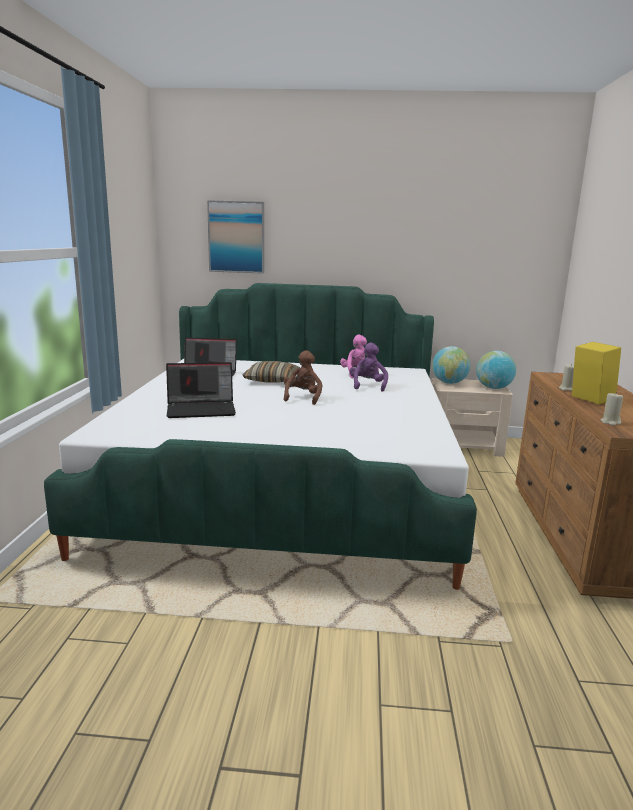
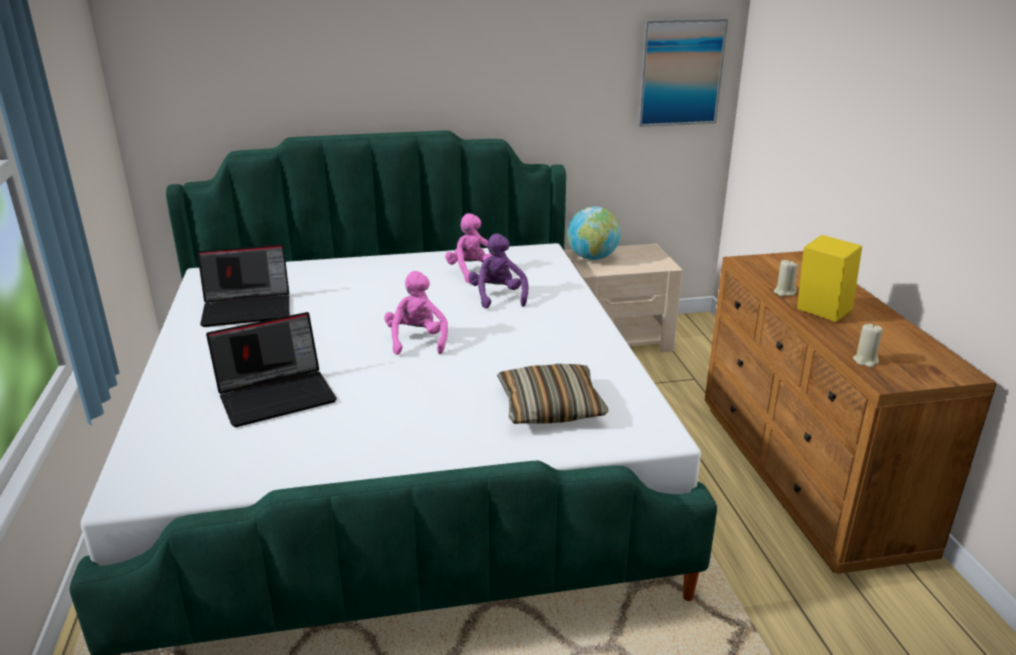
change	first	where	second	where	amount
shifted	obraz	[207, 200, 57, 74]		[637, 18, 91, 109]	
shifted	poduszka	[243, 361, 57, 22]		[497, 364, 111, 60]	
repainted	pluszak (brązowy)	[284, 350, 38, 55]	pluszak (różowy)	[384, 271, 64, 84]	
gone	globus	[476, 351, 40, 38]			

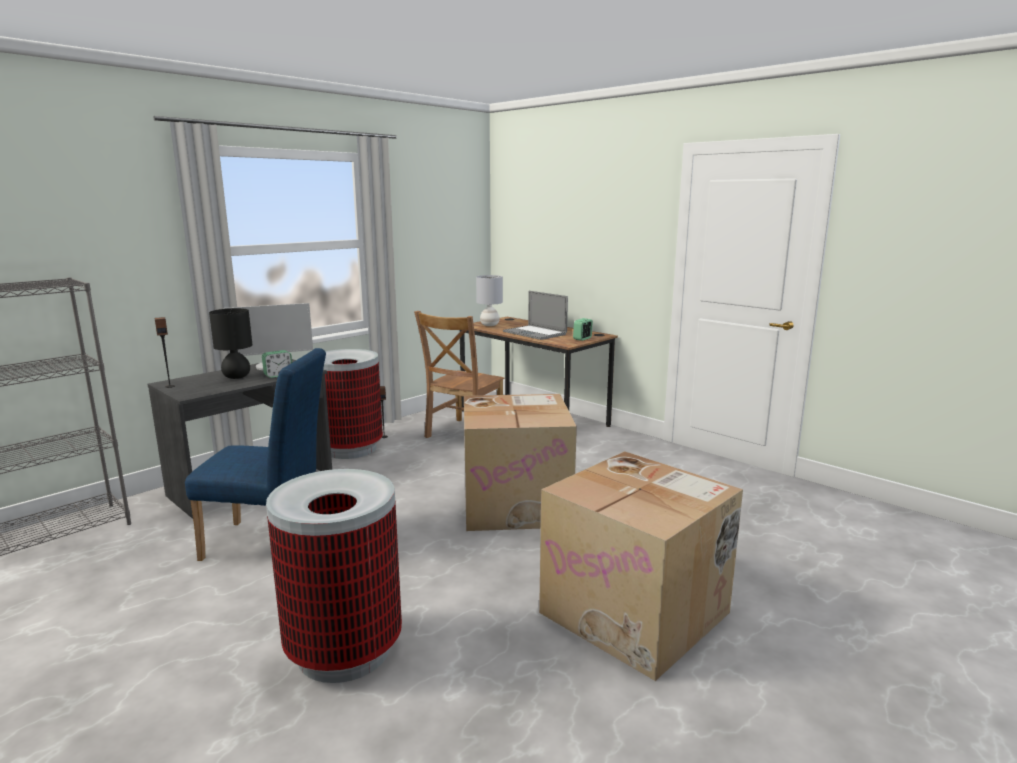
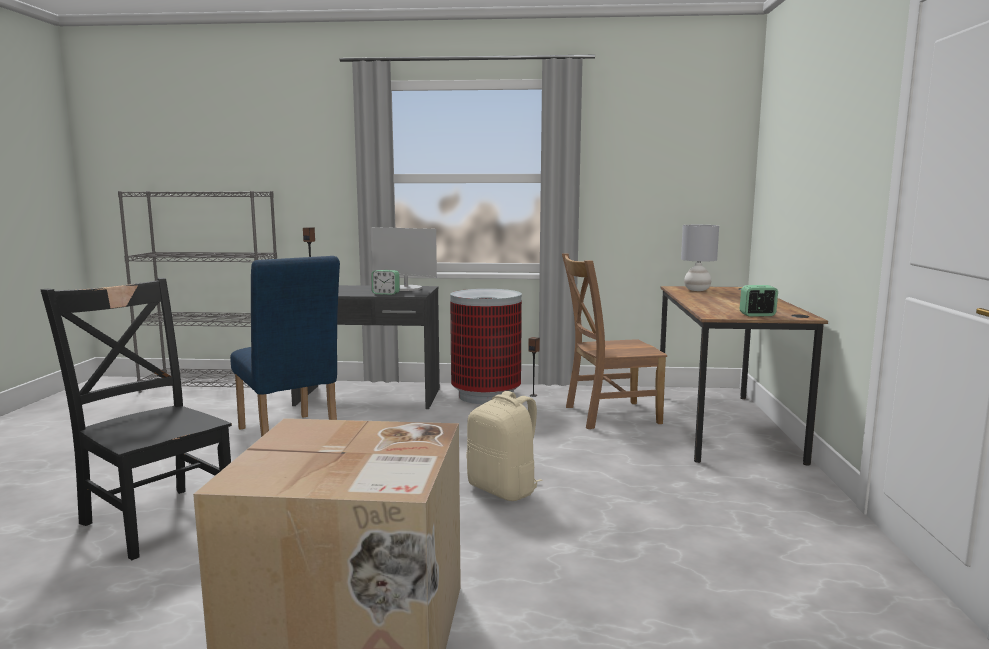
change	first	where	second	where	amount
gone	lampa stołowa (czarny)	[209, 308, 43, 71]			
swapped	kosz na śmieci	[266, 469, 136, 214]	krzesło (czarny)	[41, 278, 191, 282]	
swapped	karton	[464, 394, 113, 137]	plecak (beżowy)	[466, 391, 77, 110]	
gone	laptop	[503, 291, 65, 49]			

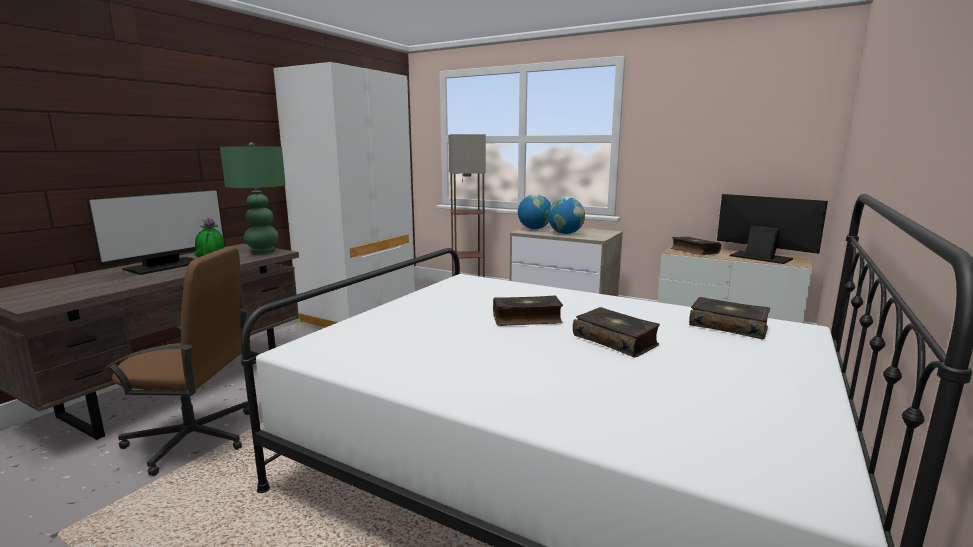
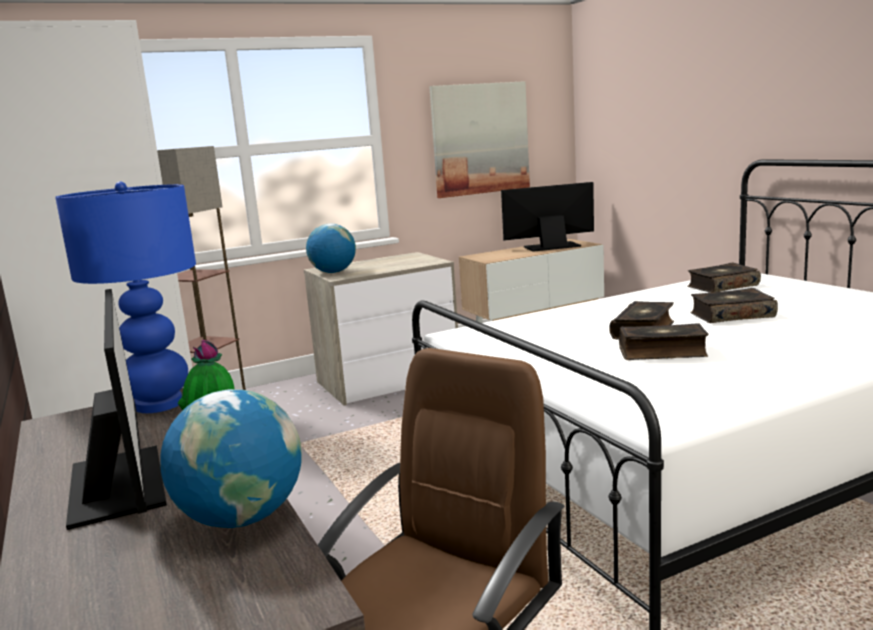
change	first	where	second	where	amount
repainted	lampa stołowa (zielony)	[220, 142, 66, 112]	lampa stołowa (niebieski)	[55, 181, 141, 232]	
shifted	globus	[548, 197, 37, 37]		[160, 389, 142, 139]	
shifted	książka	[671, 237, 50, 18]		[619, 323, 89, 37]	
new			obraz	[429, 81, 101, 117]	

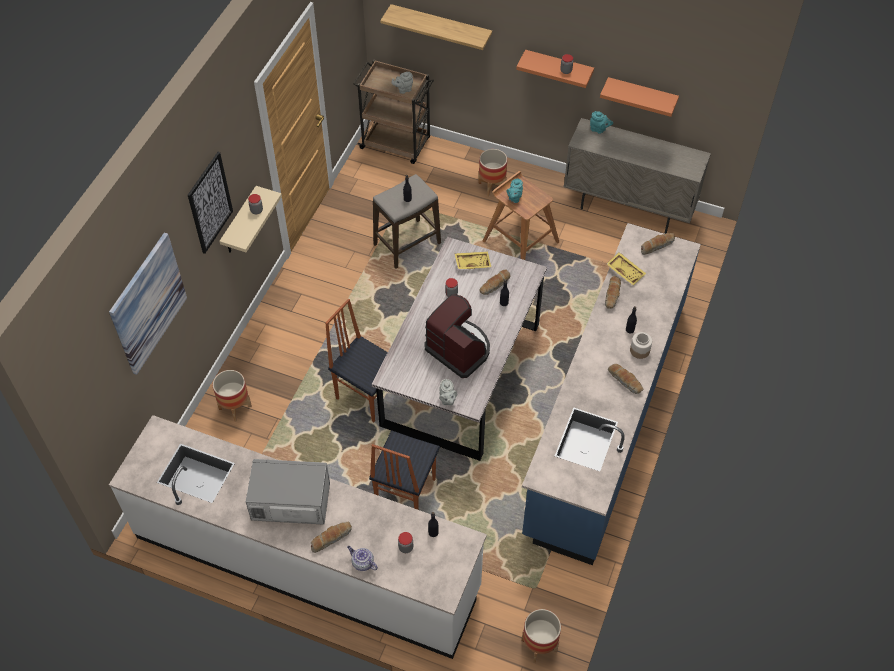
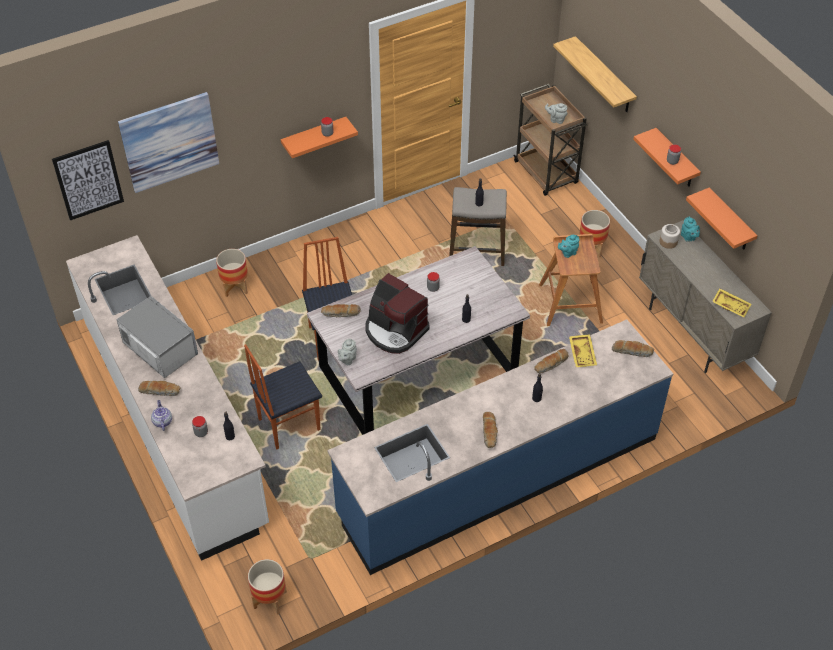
change	first	where	second	where	amount
shifted	obraz	[188, 152, 45, 102]		[52, 140, 72, 80]	
repainted	półka (beżowy)	[219, 186, 63, 66]	półka (pomarańczowy)	[281, 117, 77, 41]	
rotated	ekspres do kawy	[424, 294, 66, 84]		[366, 273, 64, 81]	135 degrees clockwise
shifted	taca (żółty)	[454, 252, 38, 17]		[712, 288, 39, 30]	
shifted	chleb	[480, 269, 30, 26]		[321, 304, 40, 13]	
shifted	słoik	[630, 332, 22, 27]		[660, 224, 20, 25]	

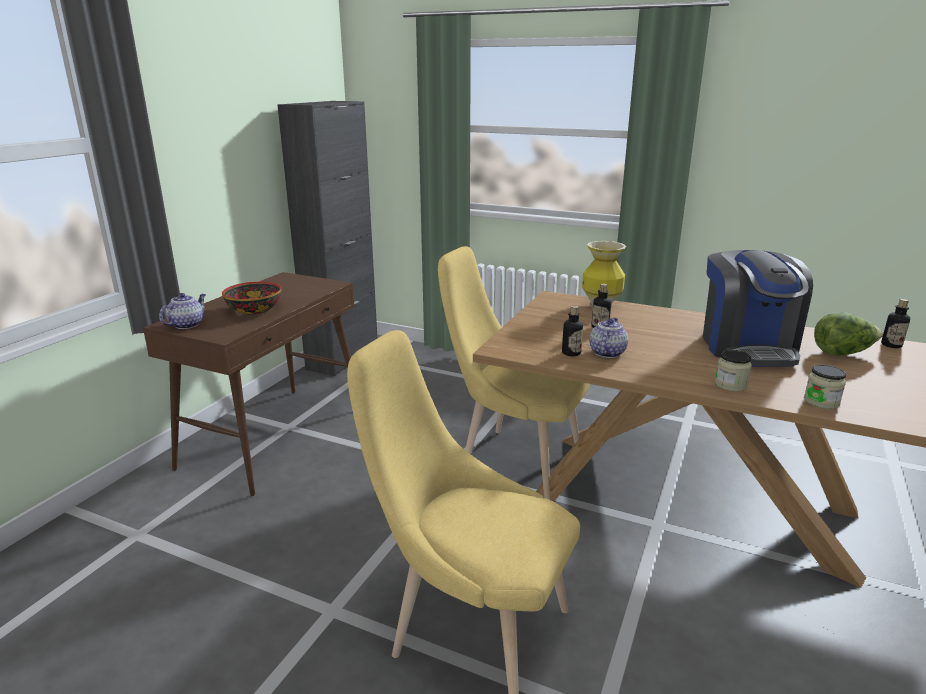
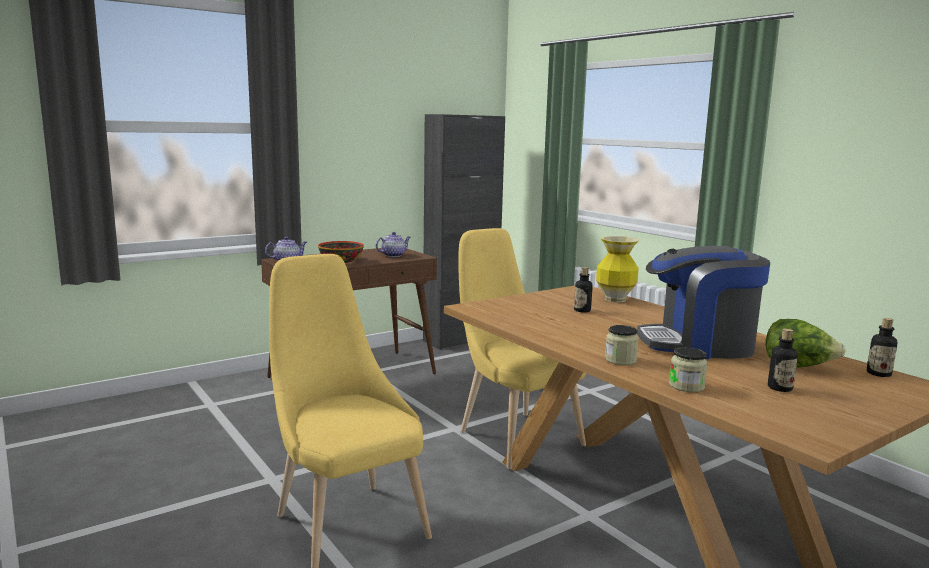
change	first	where	second	where	amount
shifted	butelka	[562, 305, 21, 51]		[768, 329, 30, 63]	
shifted	imbryk	[589, 318, 39, 40]		[376, 232, 34, 25]	
rotated	ekspres do kawy	[703, 250, 110, 117]		[637, 246, 133, 113]	60 degrees clockwise

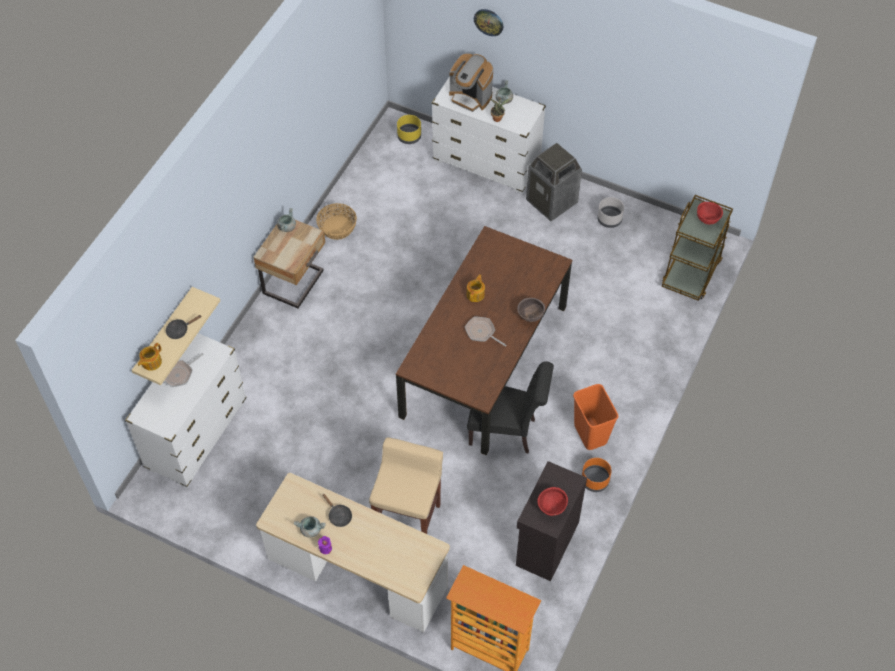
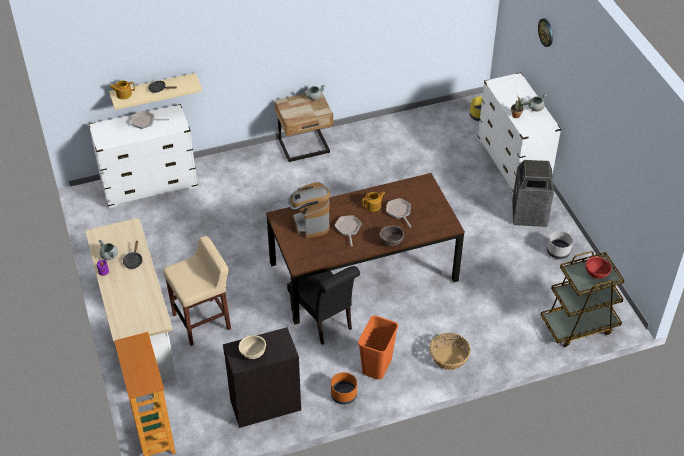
change	first	where	second	where	amount
shifted	koszyk	[316, 203, 41, 37]		[430, 333, 41, 37]	
shifted	ekspres do kawy	[449, 53, 44, 59]		[288, 182, 42, 56]	
repainted	miska (czerwony)	[537, 487, 31, 29]	miska (beżowy)	[239, 335, 27, 24]	
new			patelnia	[386, 198, 25, 30]	

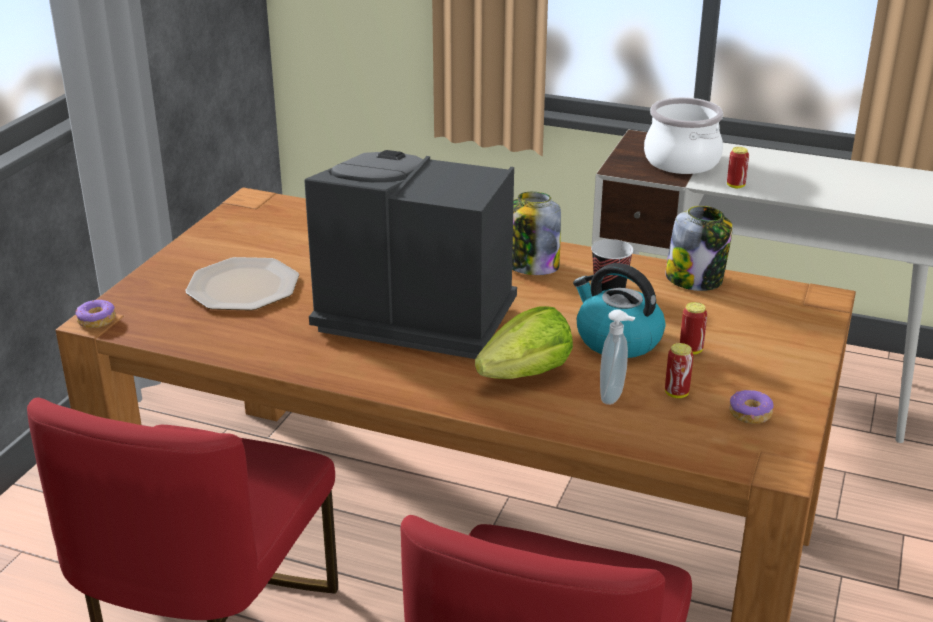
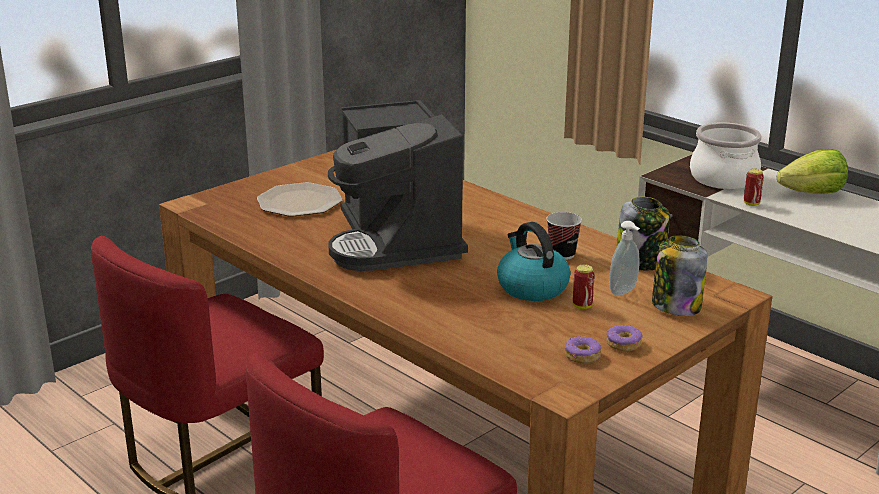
change	first	where	second	where	amount
shifted	donut	[75, 300, 41, 28]		[607, 325, 36, 26]	
rotated	ekspres do kawy	[304, 150, 213, 209]		[328, 100, 140, 171]	150 degrees counterclockwise
shifted	sałata	[475, 306, 98, 73]		[777, 149, 71, 45]	
shifted	słoik	[512, 192, 49, 83]		[652, 235, 55, 81]	
shifted	dozownik mydła	[600, 309, 36, 96]		[609, 221, 31, 75]	
gone	puszka	[665, 343, 28, 55]			

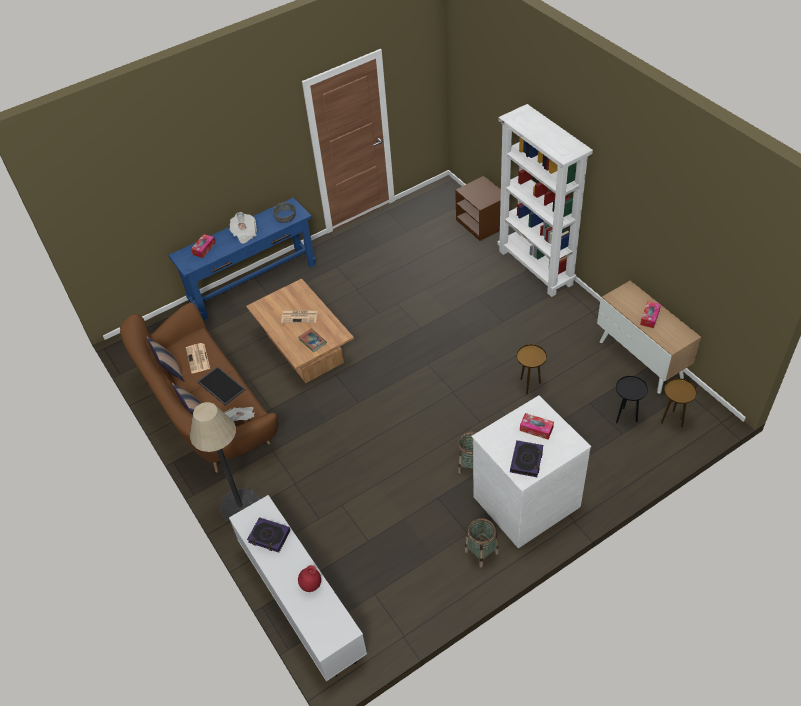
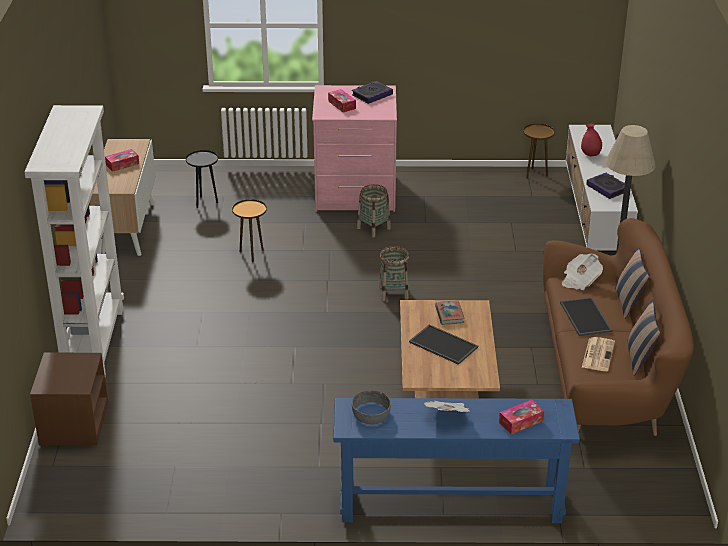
change	first	where	second	where	amount
swapped	gazeta	[281, 310, 37, 13]	taca	[409, 324, 69, 41]	
shifted	koszyk	[465, 518, 34, 49]		[379, 246, 30, 55]	
repainted	komoda (biały)	[472, 395, 119, 153]	komoda (różowy)	[312, 85, 85, 127]	
shifted	stolik (brązowy)	[661, 378, 36, 49]		[523, 123, 32, 56]	

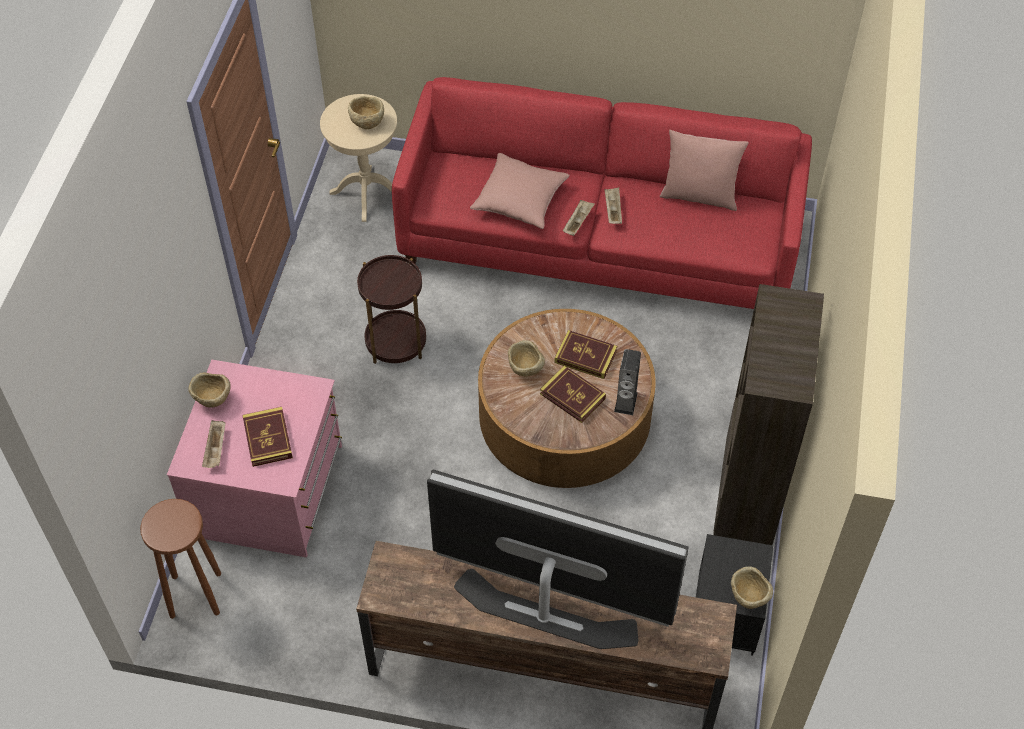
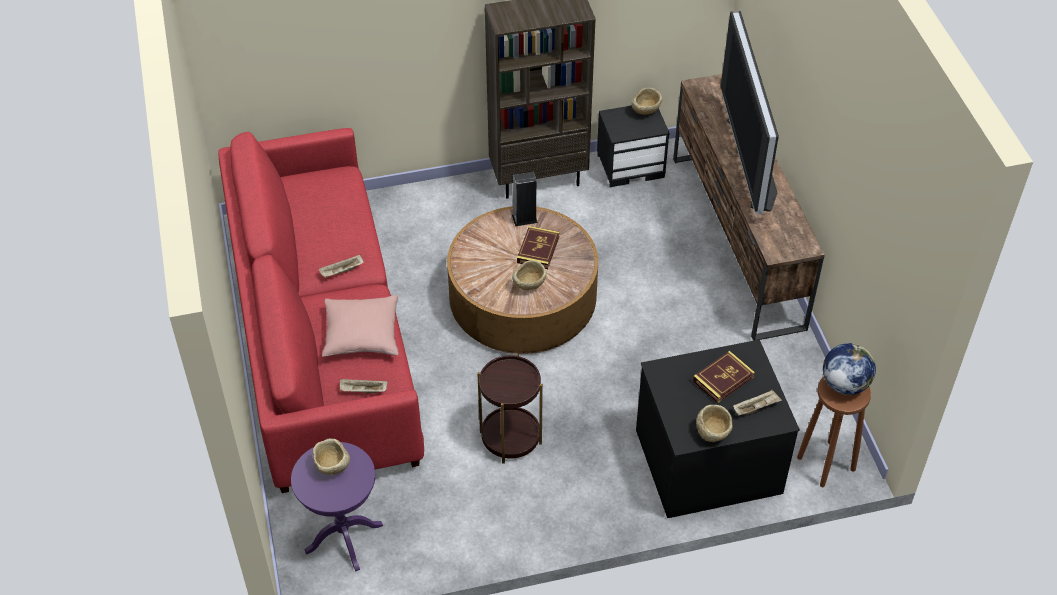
change	first	where	second	where	amount
repainted	komoda (różowy)	[167, 360, 175, 198]	komoda (czarny)	[636, 340, 164, 178]	
repainted	stolik (beżowy)	[320, 94, 77, 128]	stolik (fioletowy)	[291, 442, 92, 129]	
gone	książka	[555, 330, 62, 49]			
shifted	taca (beżowy)	[563, 200, 32, 36]		[340, 379, 47, 14]	
gone	poduszka (różowy)	[660, 130, 89, 81]			
new			globus	[823, 343, 53, 52]	

